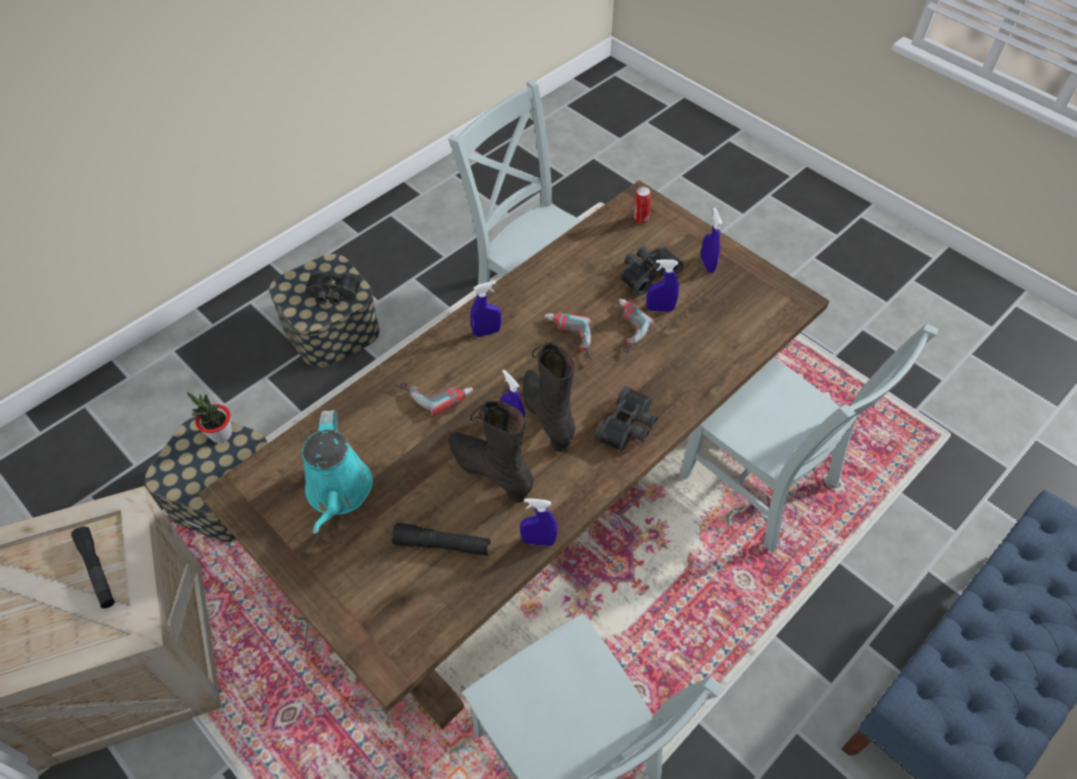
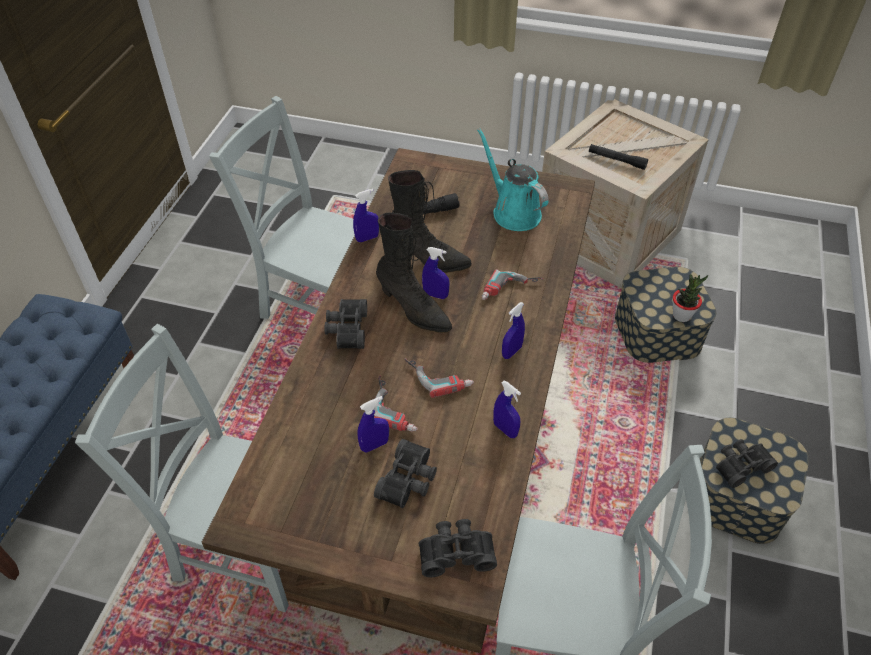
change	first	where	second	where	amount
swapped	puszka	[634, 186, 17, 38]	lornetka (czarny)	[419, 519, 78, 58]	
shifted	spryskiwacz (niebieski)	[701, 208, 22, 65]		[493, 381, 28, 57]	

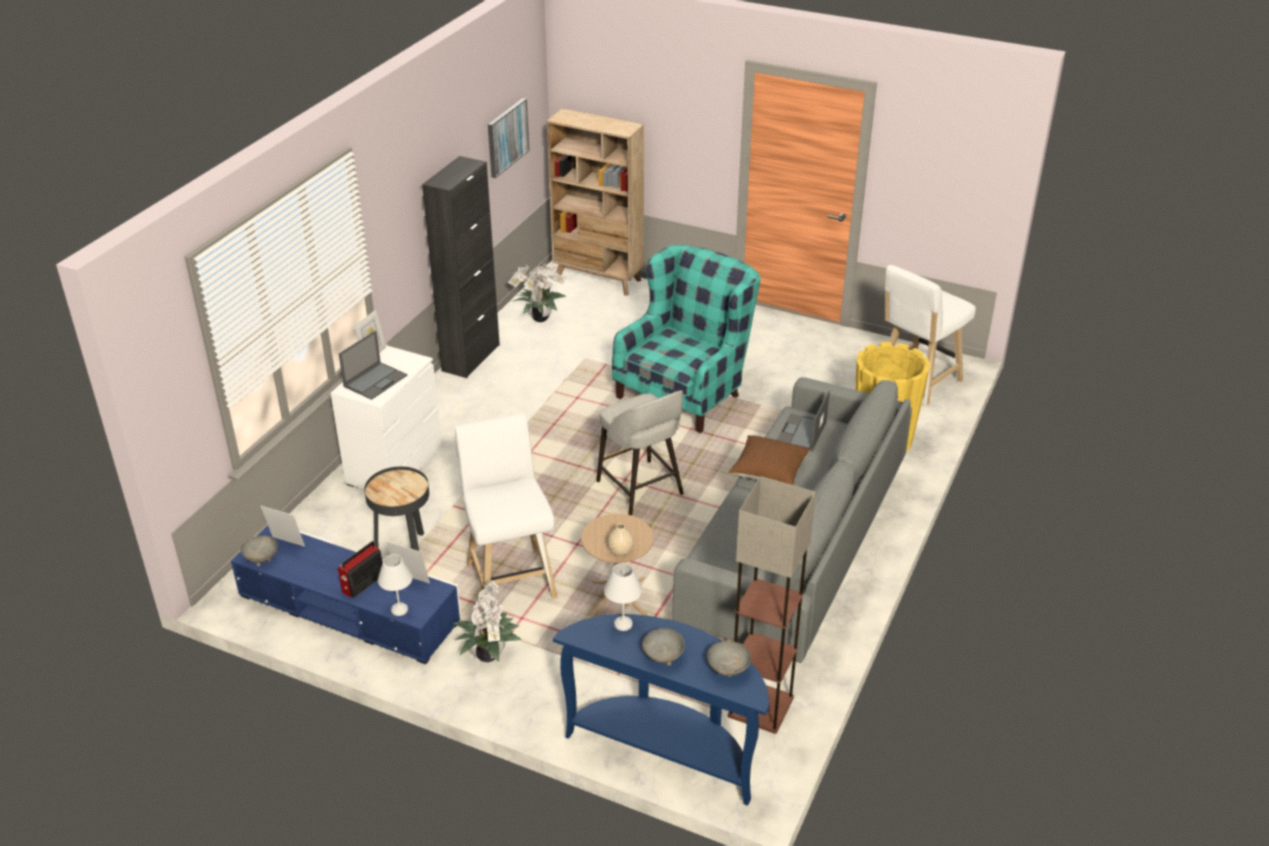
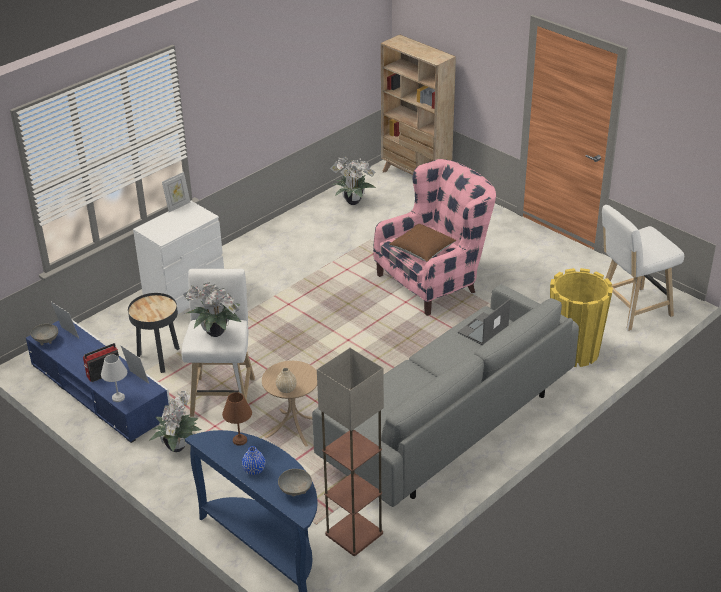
change	first	where	second	where	amount
gone	laptop	[339, 330, 68, 70]			
gone	szafka (czarny)	[422, 156, 78, 222]			
gone	obraz	[488, 98, 41, 80]			
gone	stołek (szary)	[596, 390, 88, 125]			
repainted	lampa stołowa (biały)	[604, 563, 38, 68]	lampa stołowa (brązowy)	[222, 392, 30, 54]	
repainted	fotel (turkusowy)	[612, 245, 148, 188]	fotel (różowy)	[373, 159, 123, 157]	
swapped	miska (szary)	[643, 628, 42, 37]	wazon (niebieski)	[242, 446, 23, 29]	
shifted	poduszka (brązowy)	[729, 435, 81, 50]		[389, 224, 67, 38]	
new			roślina doniczkowa	[183, 283, 58, 54]	

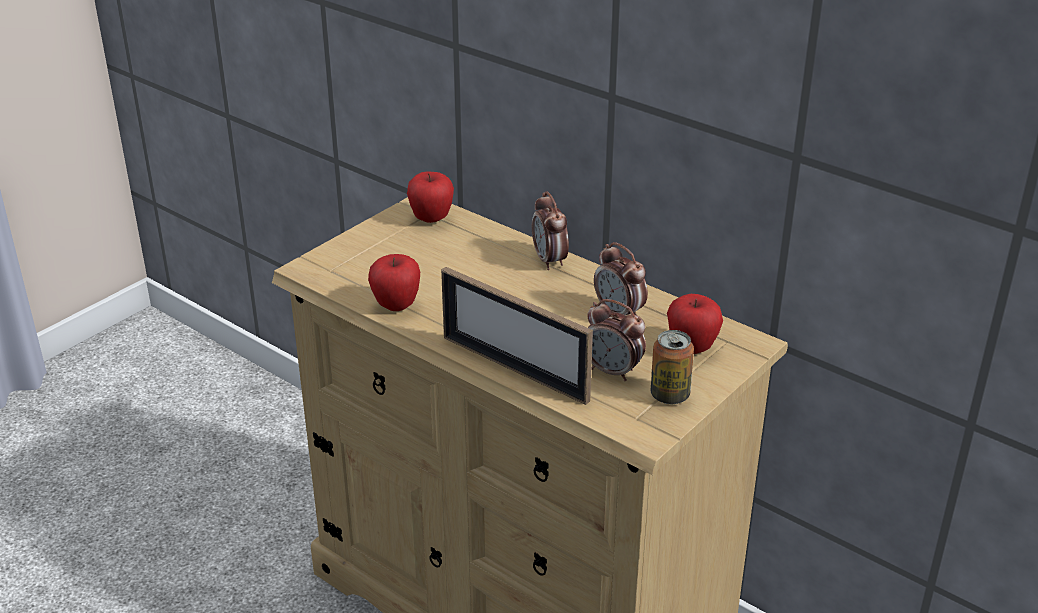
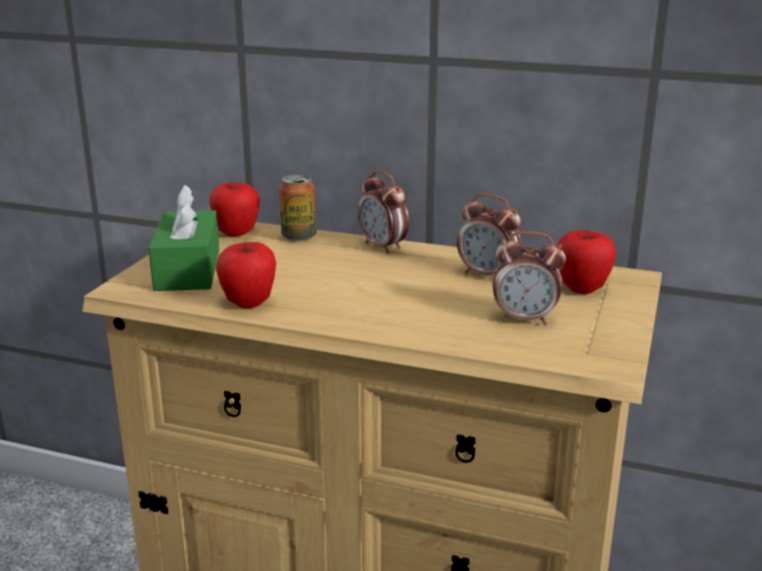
change	first	where	second	where	amount
gone	ramka na zdjęcie	[441, 267, 152, 138]			
shifted	puszka	[651, 330, 43, 74]		[279, 175, 37, 66]	
new			pudełko chusteczek (zielony)	[149, 185, 70, 106]	

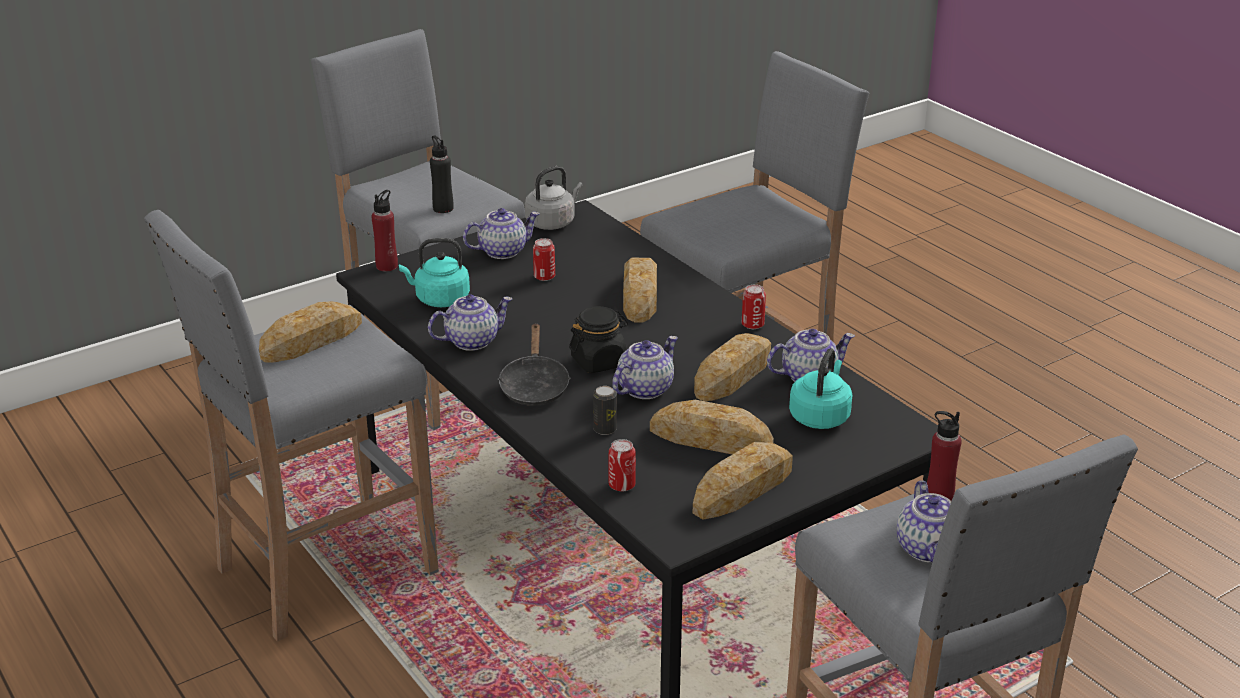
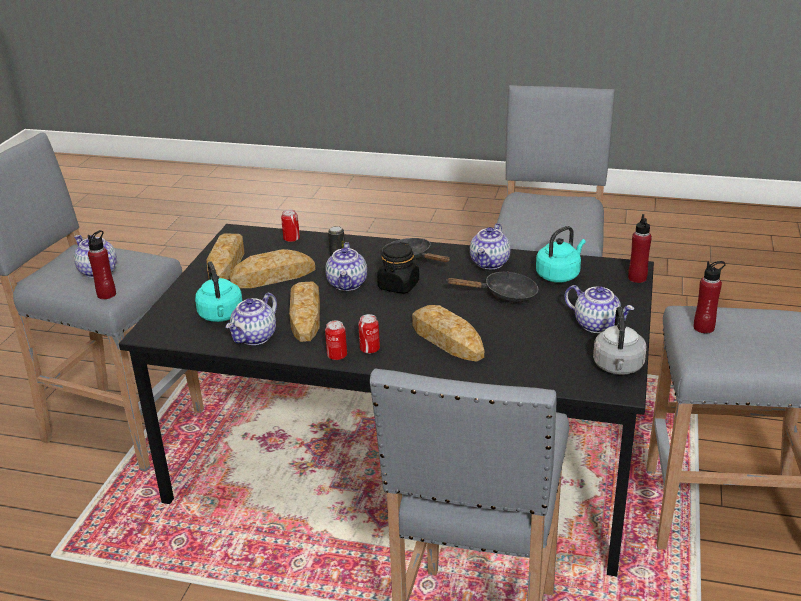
change	first	where	second	where	amount
gone	chleb	[259, 301, 103, 61]			
repainted	butelka (czarny)	[430, 135, 24, 78]	butelka (czerwony)	[694, 261, 32, 72]	
rotated	imbryk	[463, 208, 77, 51]		[565, 285, 69, 48]	75 degrees counterclockwise
shifted	puszka	[533, 238, 22, 43]		[358, 314, 22, 40]	
new			patelnia (czarny)	[446, 271, 93, 31]	

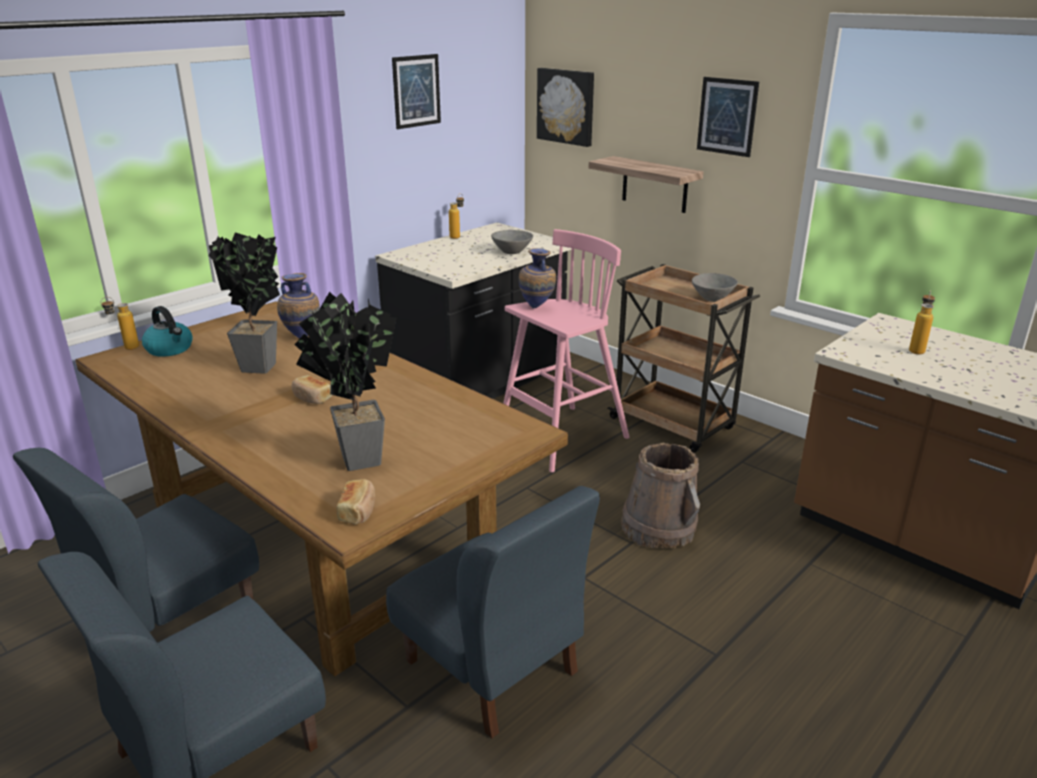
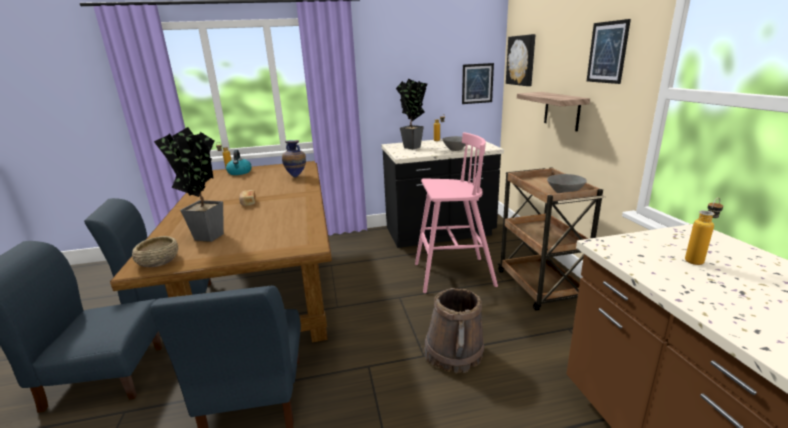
change	first	where	second	where	amount
shifted	roślina doniczkowa	[208, 232, 72, 142]		[396, 78, 31, 71]	
swapped	chleb	[336, 479, 39, 46]	miska (beżowy)	[132, 236, 46, 31]	
shifted	obraz	[392, 54, 49, 75]		[462, 63, 32, 41]	
gone	wazon	[519, 248, 37, 60]			

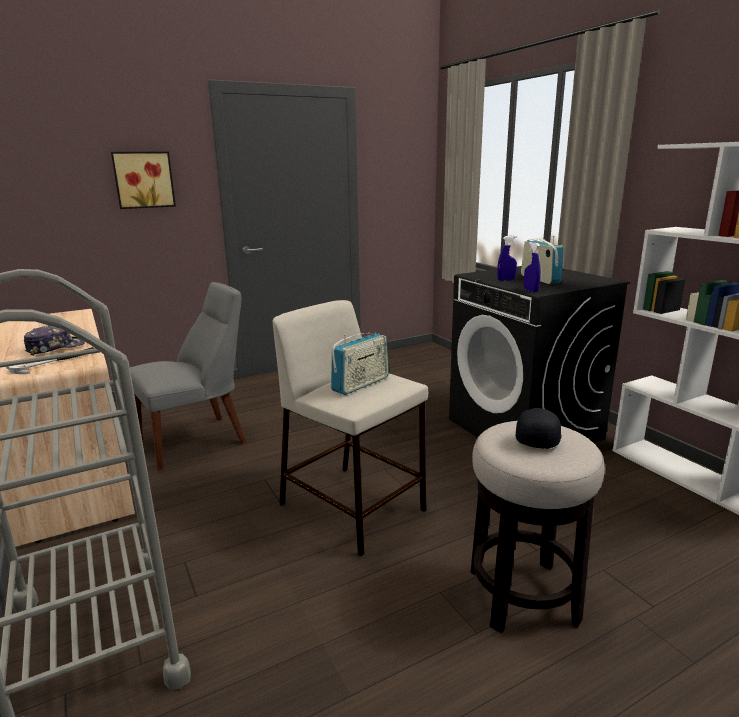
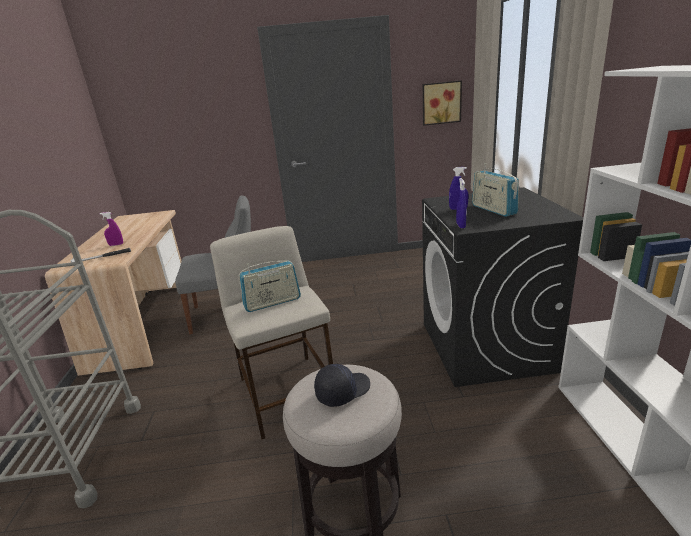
change	first	where	second	where	amount
swapped	czapka z daszkiem	[24, 325, 61, 31]	spryskiwacz (fioletowy)	[100, 212, 23, 34]	
shifted	obraz	[111, 152, 65, 57]		[423, 80, 39, 46]	
rotated	radio	[521, 236, 43, 48]		[472, 163, 47, 54]	150 degrees clockwise

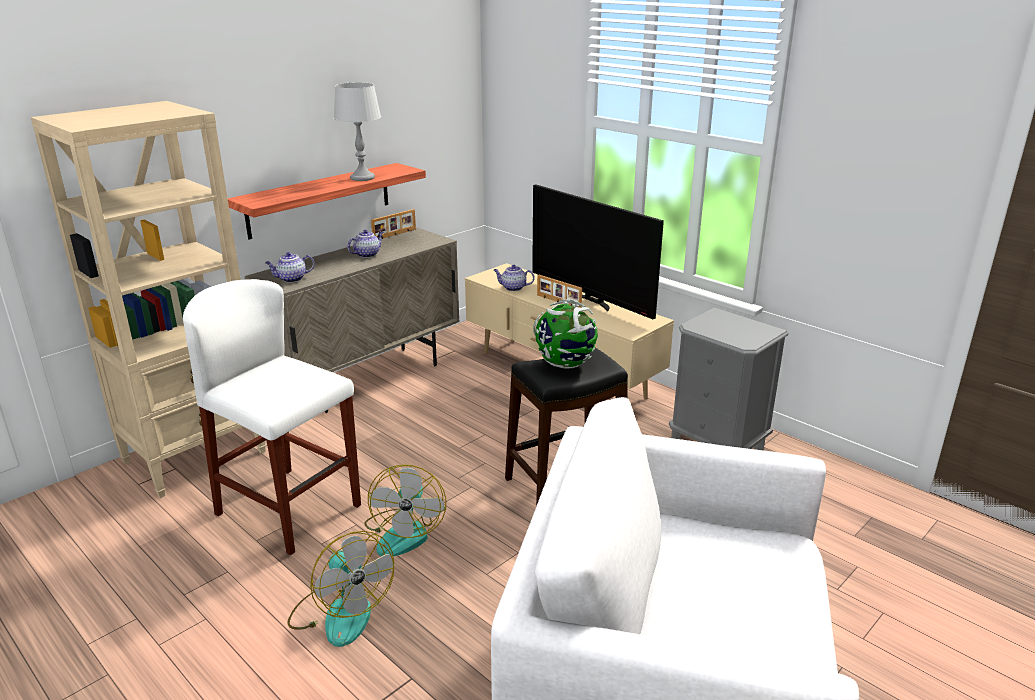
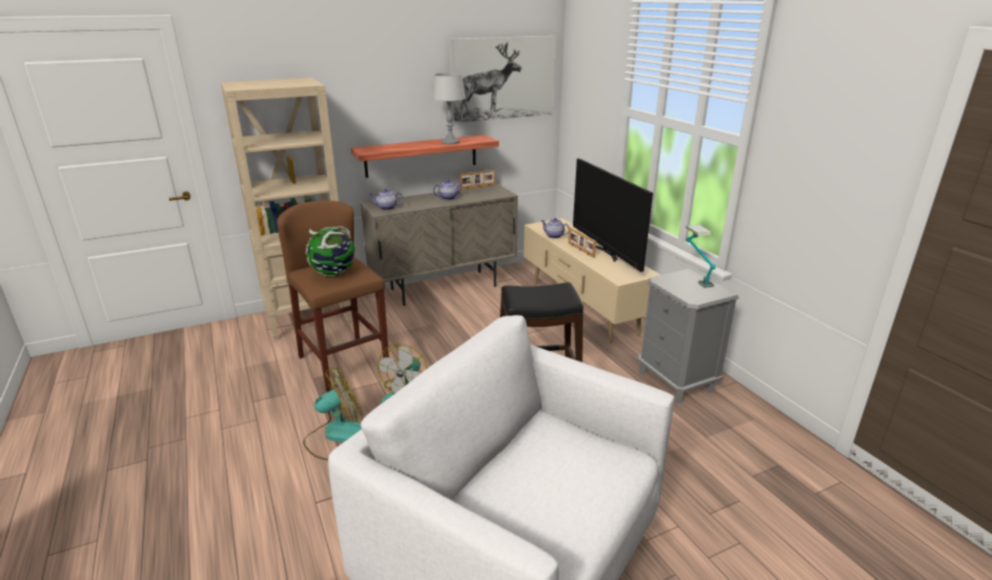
change	first	where	second	where	amount
repainted	stołek (biały)	[183, 279, 178, 276]	stołek (brązowy)	[277, 200, 112, 192]	
rotated	wentylator	[287, 531, 107, 116]		[303, 367, 59, 93]	105 degrees counterclockwise
shifted	globus	[533, 299, 65, 70]		[306, 226, 49, 51]	
new			obraz	[450, 36, 106, 87]	
new			lampa stołowa	[685, 225, 31, 63]	

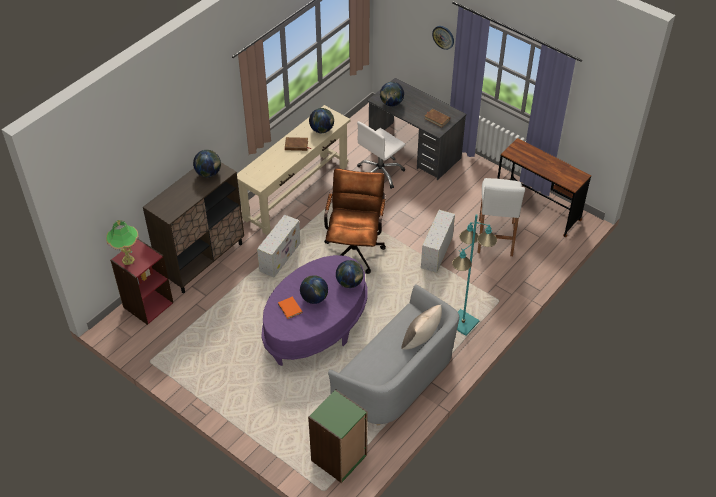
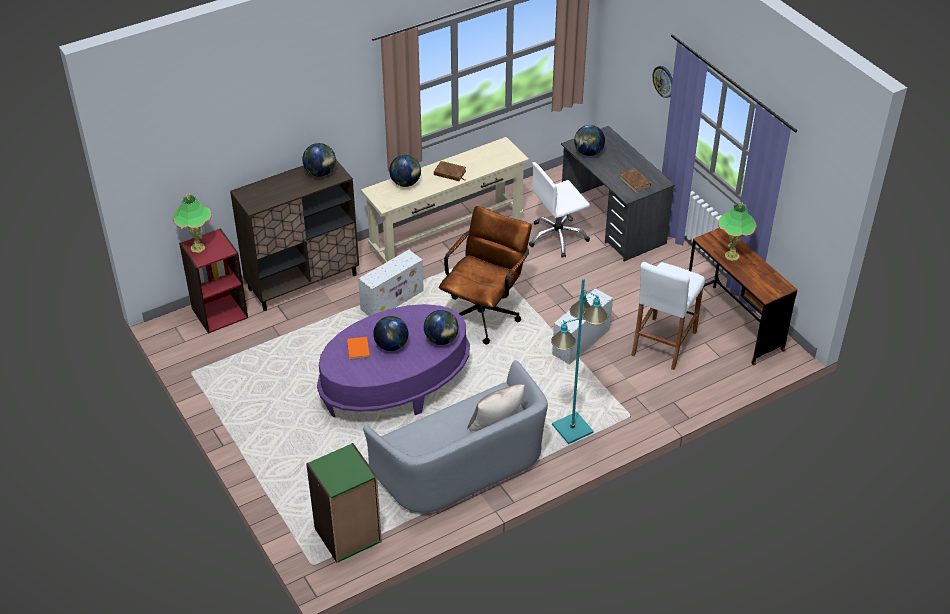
change	first	where	second	where	amount
shifted	globus	[309, 108, 25, 25]		[389, 155, 32, 32]	
new			lampa stołowa	[718, 202, 39, 59]	

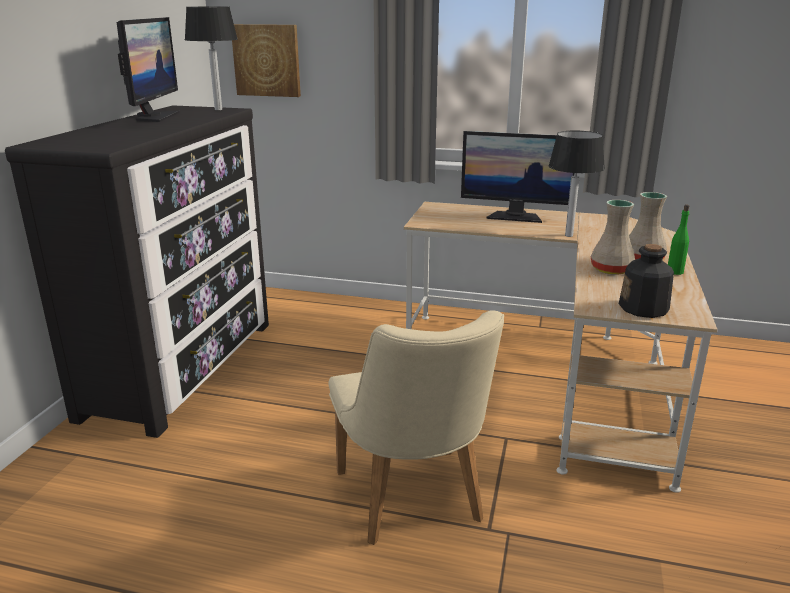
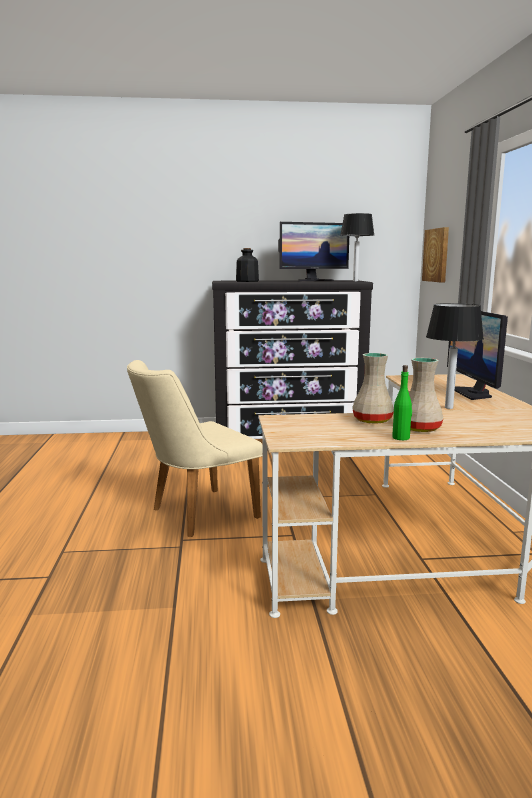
change	first	where	second	where	amount
shifted	butelka	[619, 244, 55, 74]		[236, 248, 23, 34]	

